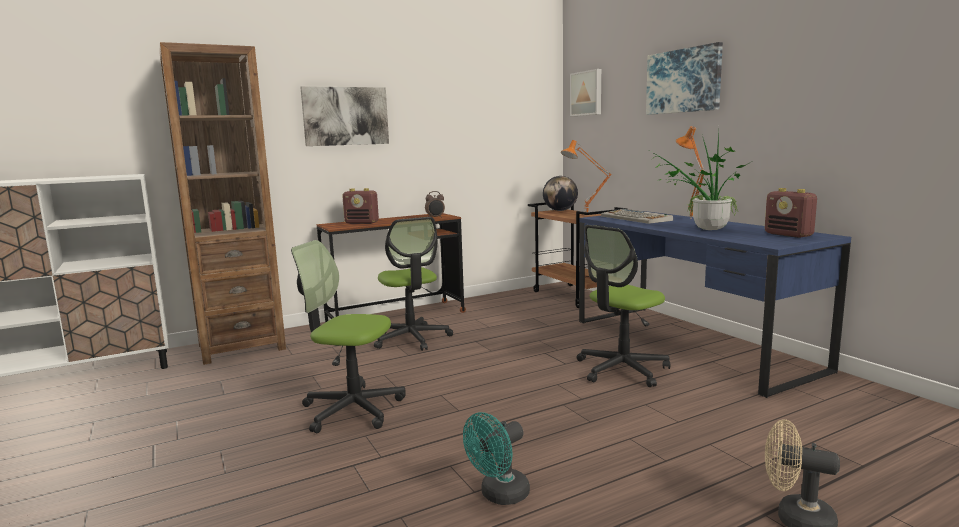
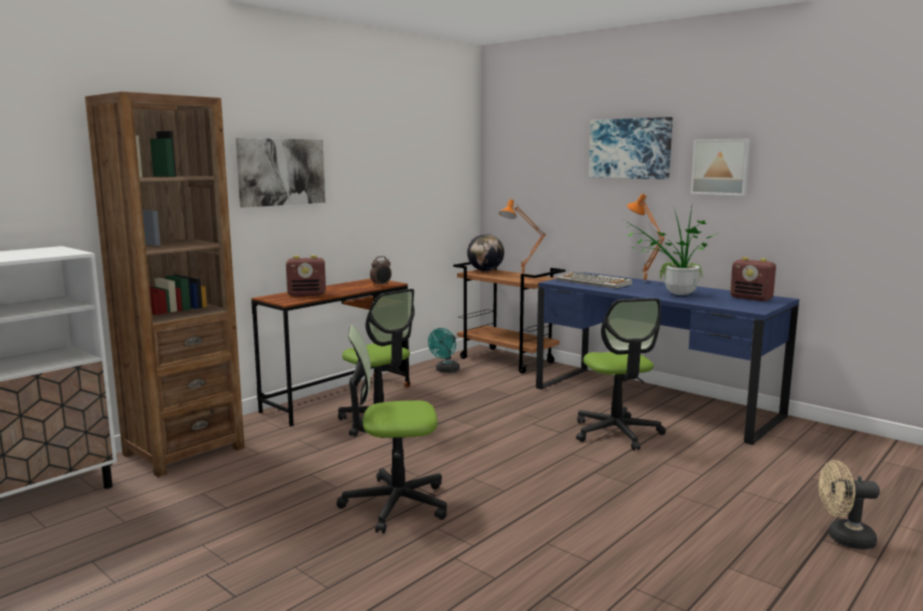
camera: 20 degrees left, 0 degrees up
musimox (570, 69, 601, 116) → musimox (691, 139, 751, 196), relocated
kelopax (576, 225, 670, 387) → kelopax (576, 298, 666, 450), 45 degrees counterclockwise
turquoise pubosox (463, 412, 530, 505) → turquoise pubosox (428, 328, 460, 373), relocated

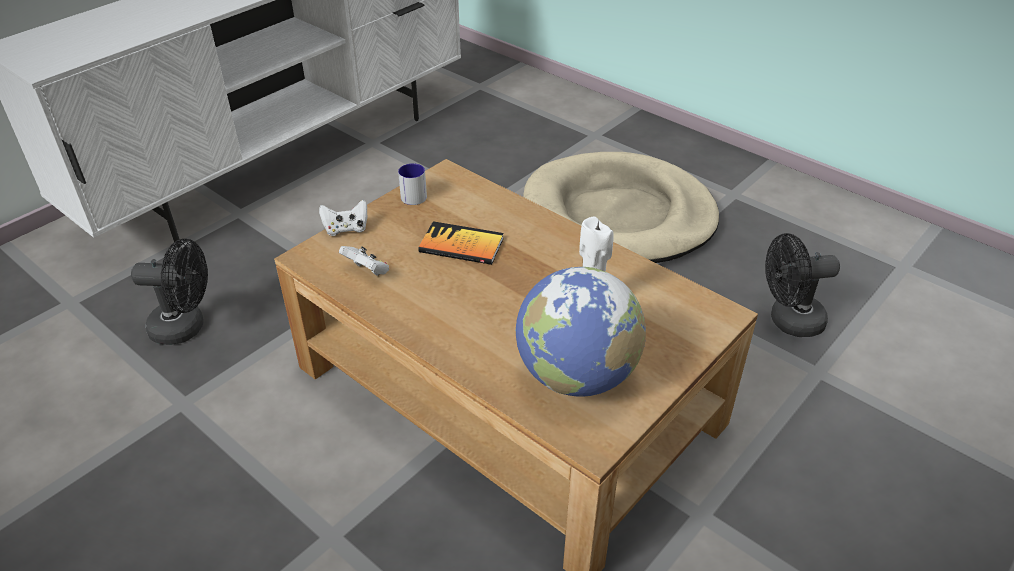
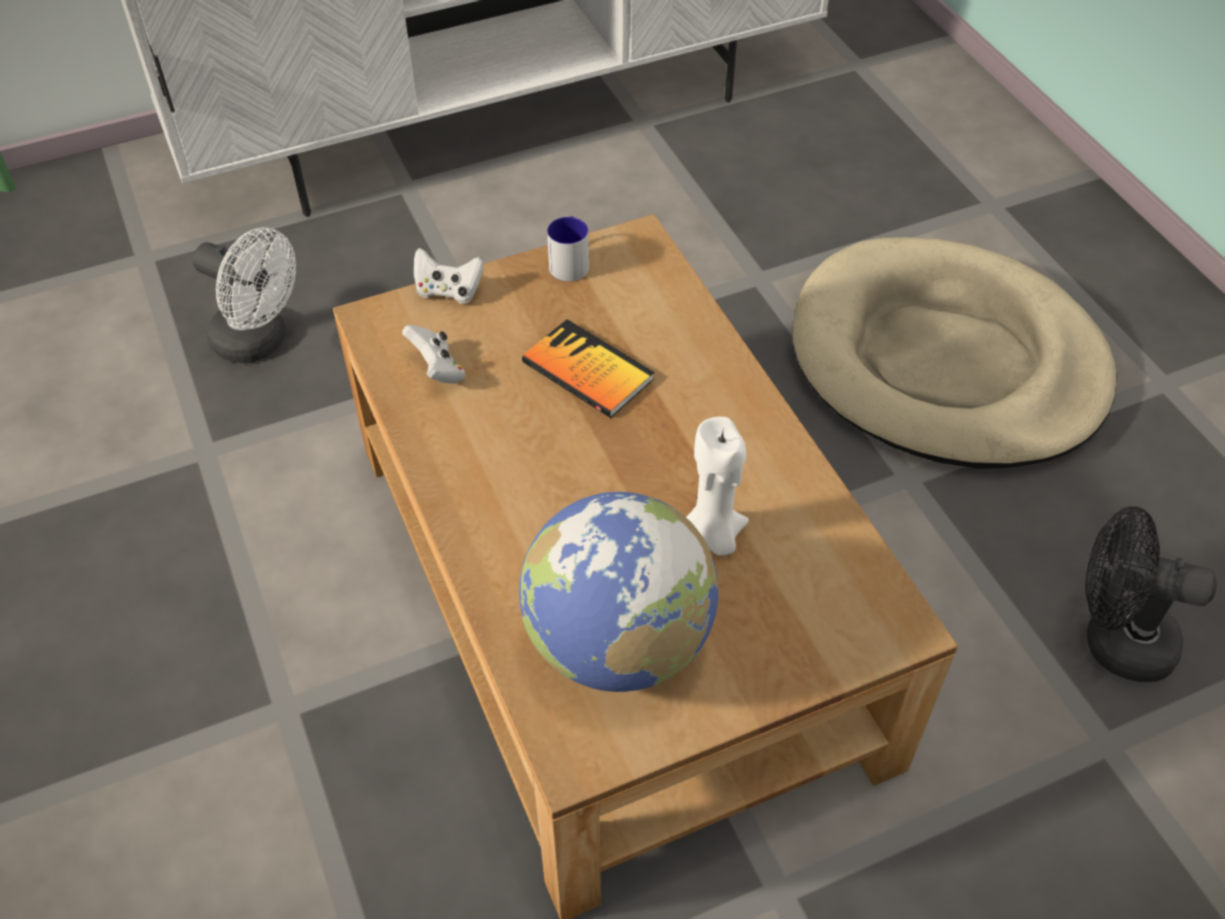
camera: 25 degrees right, 10 degrees up
black pubosox (131, 239, 208, 345) → white pubosox (193, 227, 296, 364)

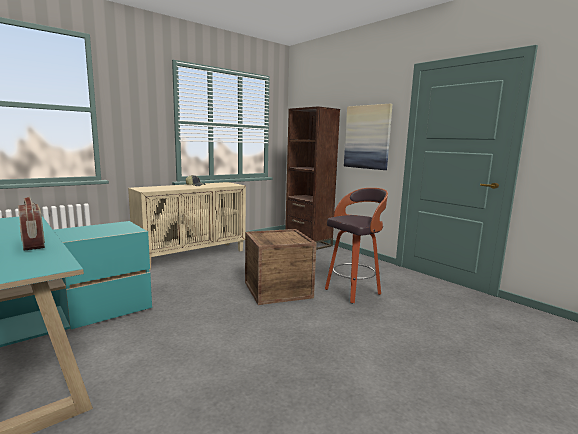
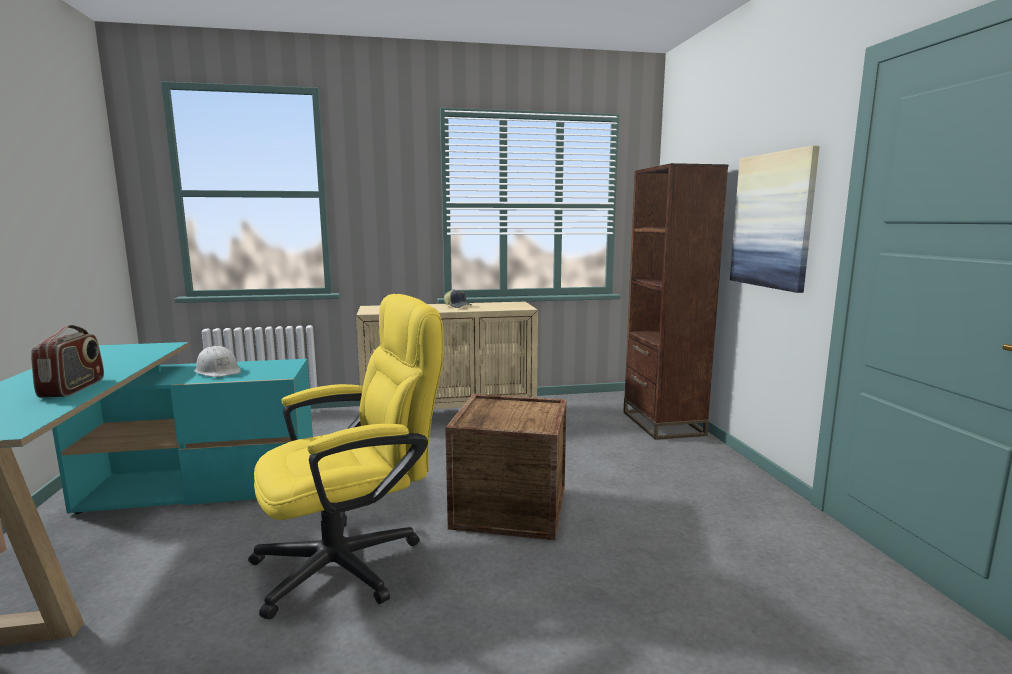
camera: 30 degrees right, 0 degrees up
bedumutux (325, 188, 388, 304) → -
- → yellow kelopax (248, 294, 443, 619)
- → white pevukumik (194, 346, 241, 377)

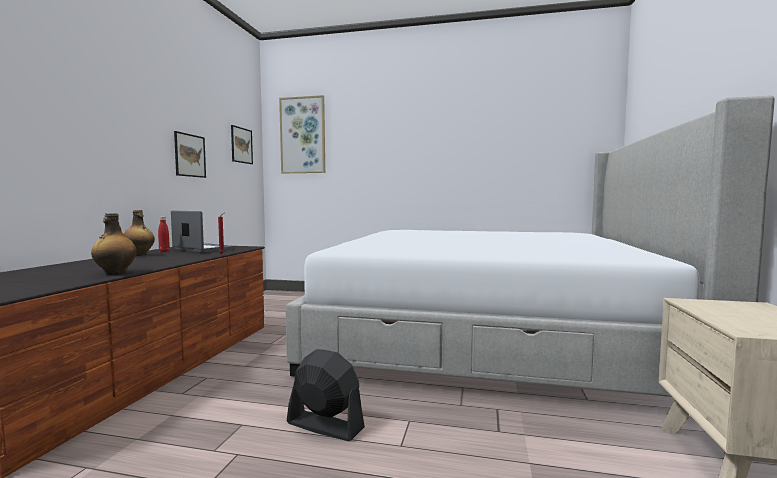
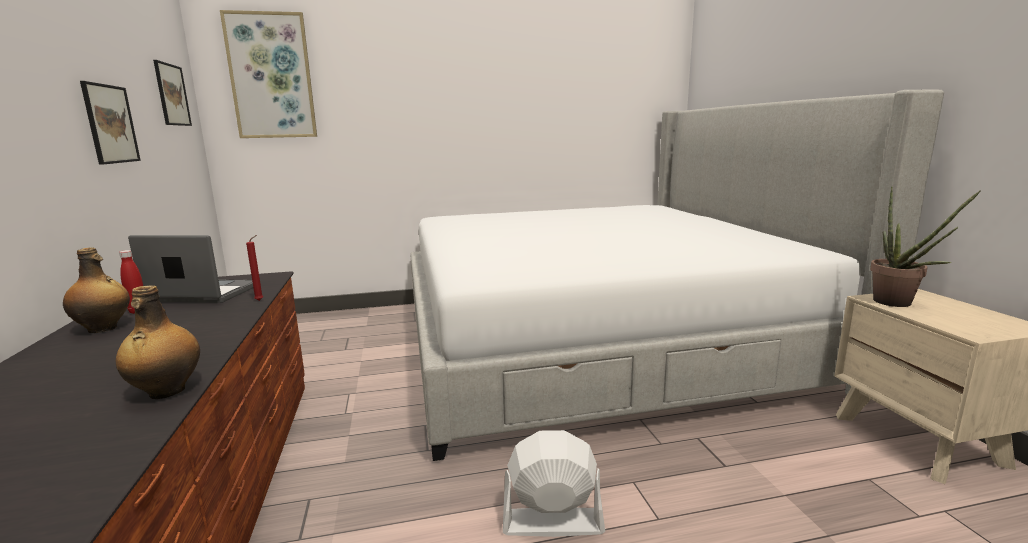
camera: 25 degrees left, 10 degrees up
black pubosox (287, 349, 365, 441) → white pubosox (503, 430, 605, 537)
- → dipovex (870, 187, 980, 307)

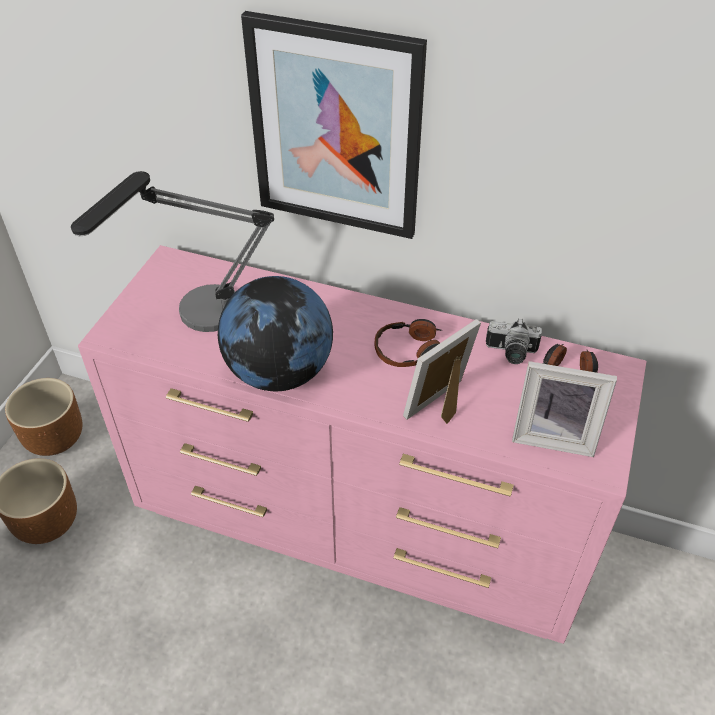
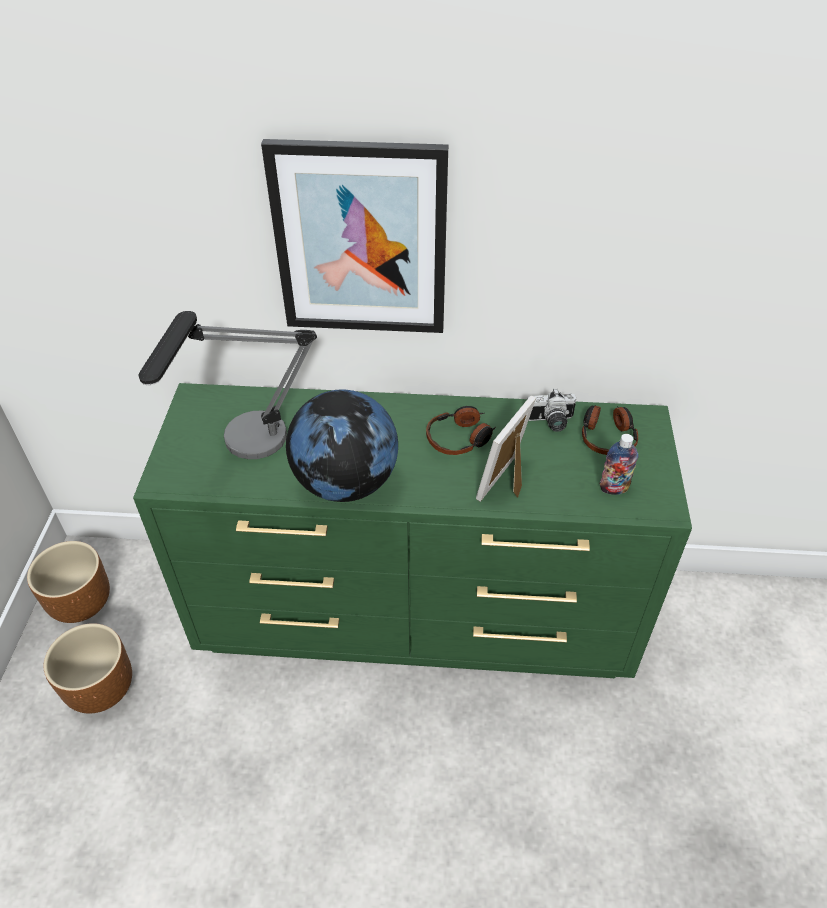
camera: 15 degrees left, 0 degrees up
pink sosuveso (78, 245, 646, 644) → green sosuveso (133, 383, 692, 678)
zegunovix (512, 361, 617, 457) → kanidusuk (600, 434, 639, 495)

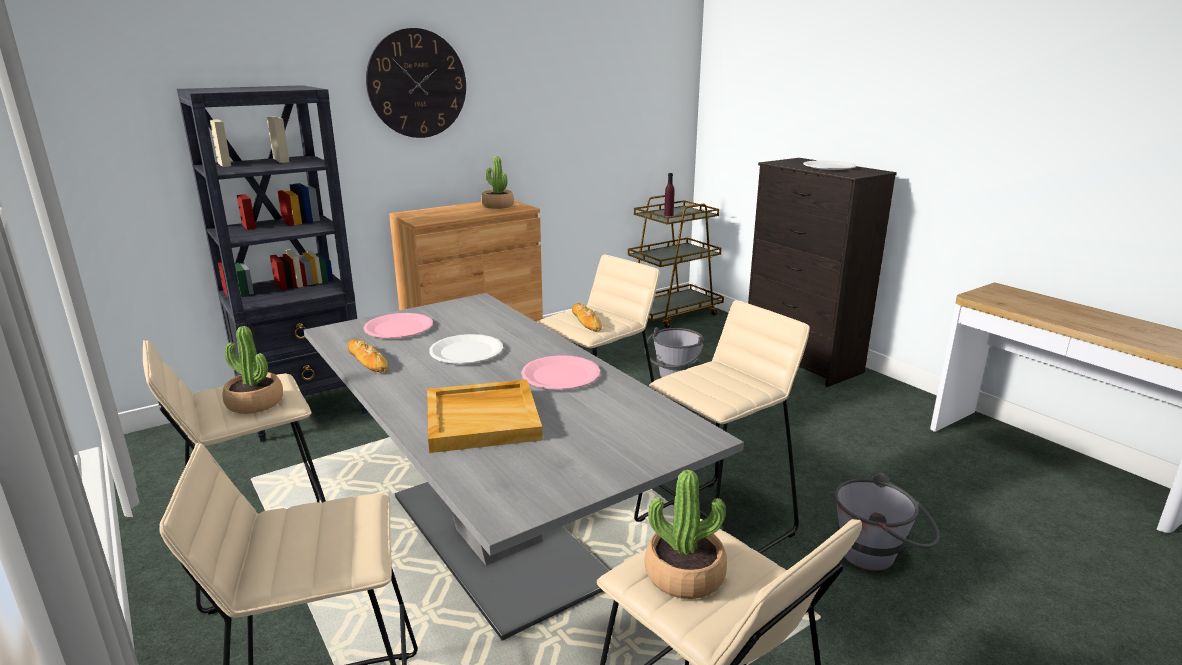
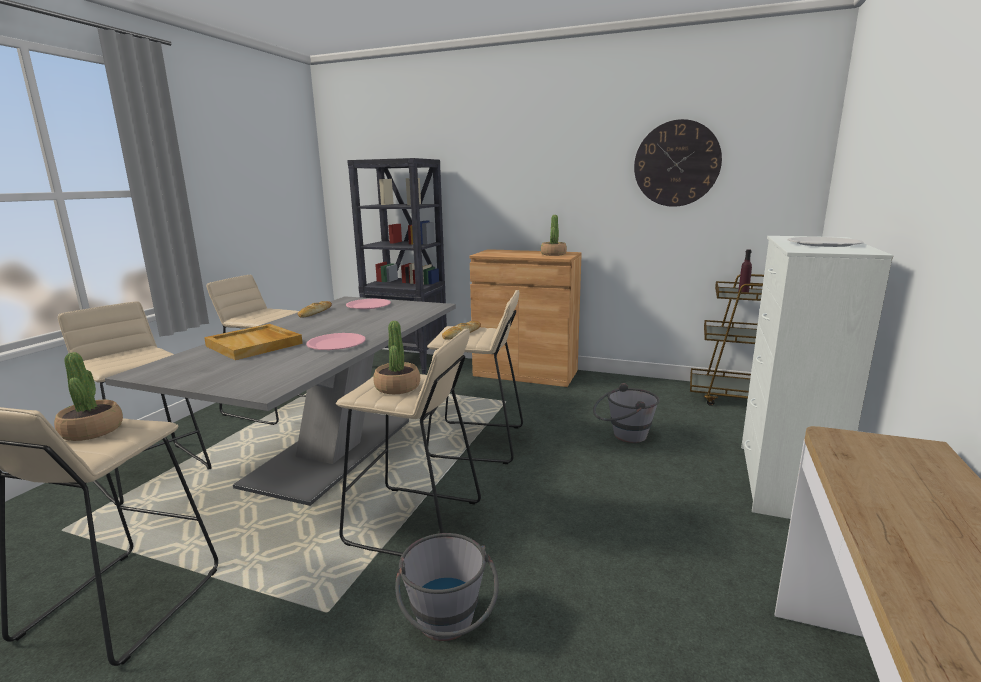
camera: 55 degrees right, 5 degrees down
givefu (366, 28, 466, 138) → givefu (634, 119, 722, 207), relocated
black sosuveso (748, 158, 897, 387) → white sosuveso (741, 236, 893, 519)
dipovex (222, 326, 283, 414) → dipovex (373, 321, 420, 394), relocated
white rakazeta (429, 334, 503, 364) → -

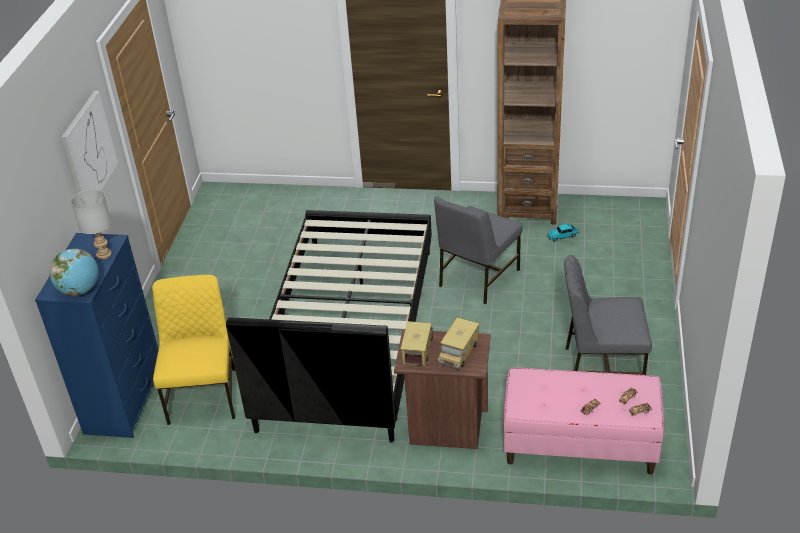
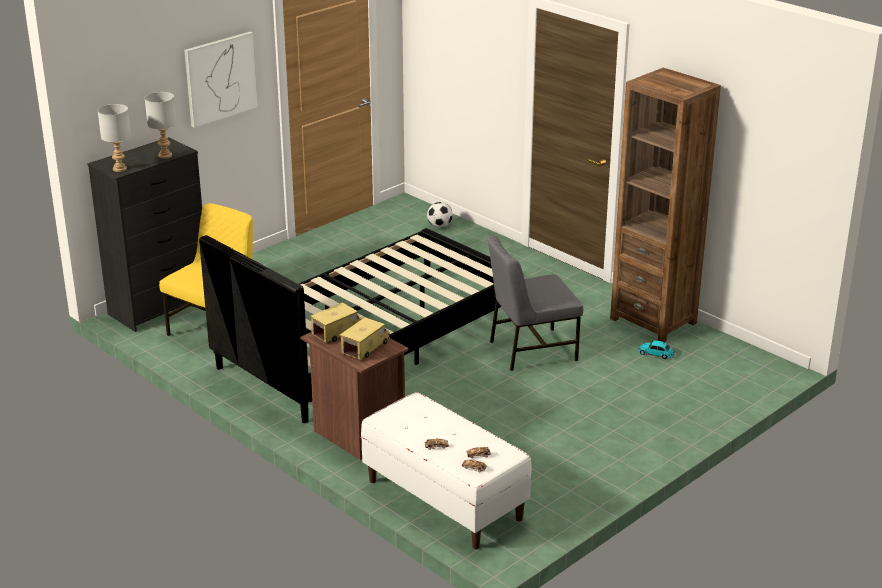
camera: 35 degrees right, 10 degrees down
blue sosuveso (35, 233, 159, 438) → black sosuveso (87, 137, 202, 332)
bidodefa (49, 249, 99, 296) → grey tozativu (98, 104, 131, 172)
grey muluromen (564, 255, 652, 375) → -
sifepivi (438, 317, 480, 370) → sifepivi (340, 317, 390, 360), 150 degrees clockwise
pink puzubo (503, 368, 664, 475) → white puzubo (361, 392, 532, 549)
- → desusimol (427, 202, 453, 228)

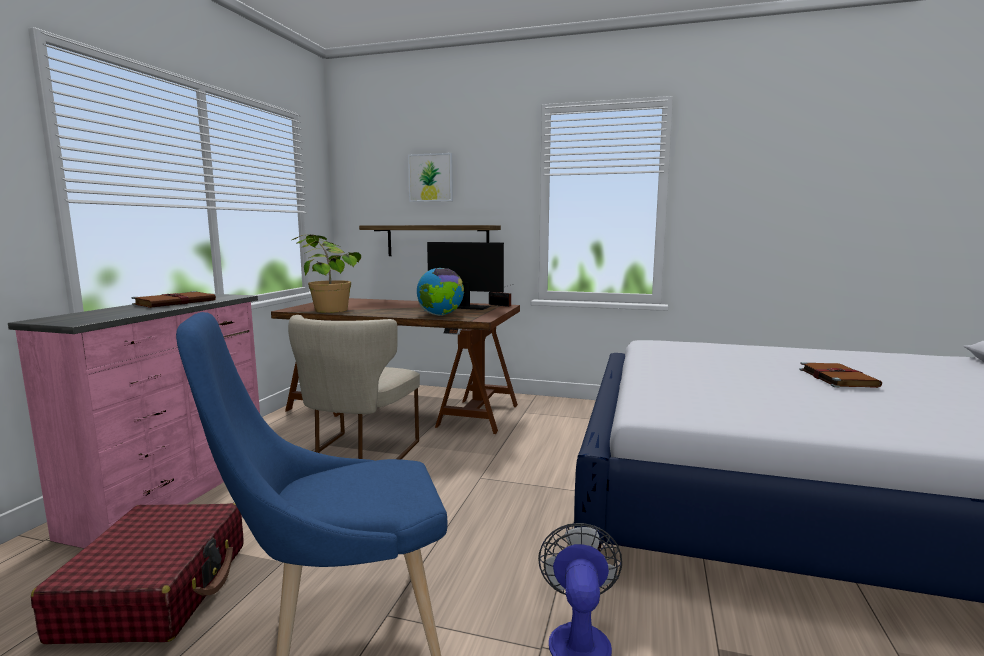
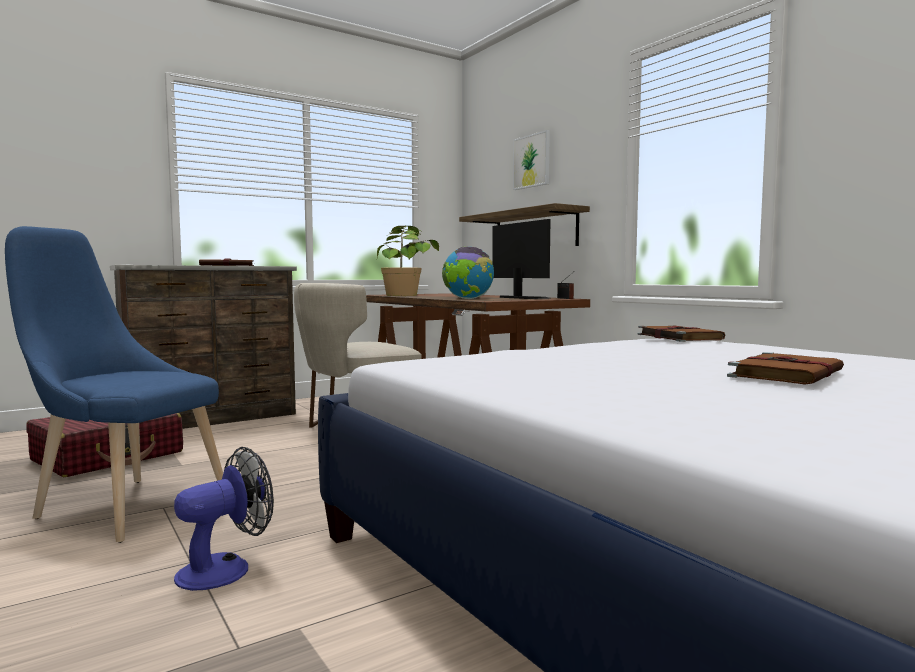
camera: 40 degrees right, 5 degrees down
pink sosuveso (8, 294, 260, 548) → brown sosuveso (110, 265, 297, 429)
- → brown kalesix (637, 326, 725, 342)

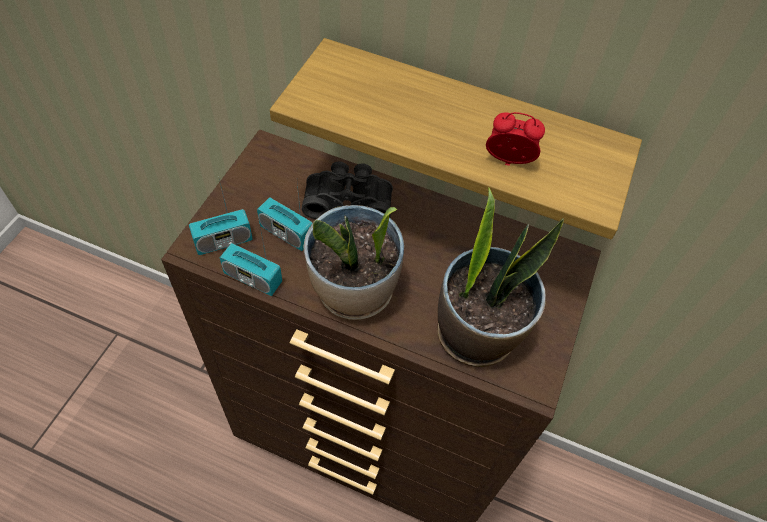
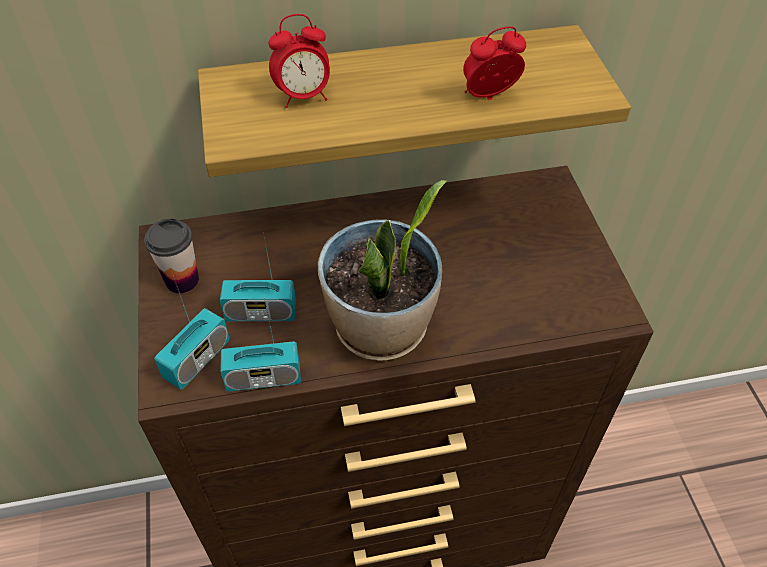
camera: 30 degrees left, 5 degrees down
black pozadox (302, 161, 393, 219) → -
dipovex (437, 188, 564, 367) → -
- → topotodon (268, 14, 330, 108)
- → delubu (144, 219, 199, 293)

